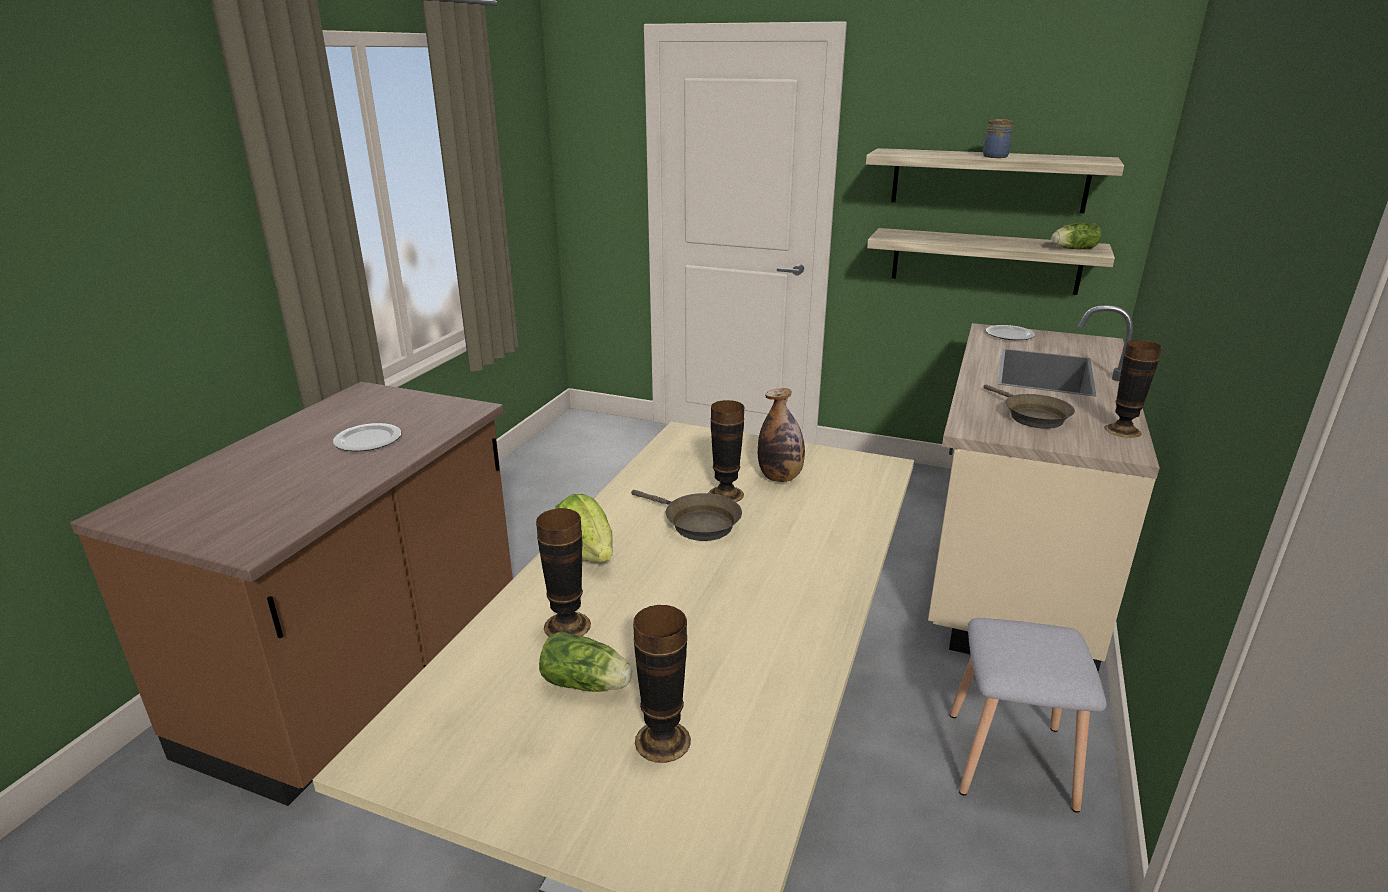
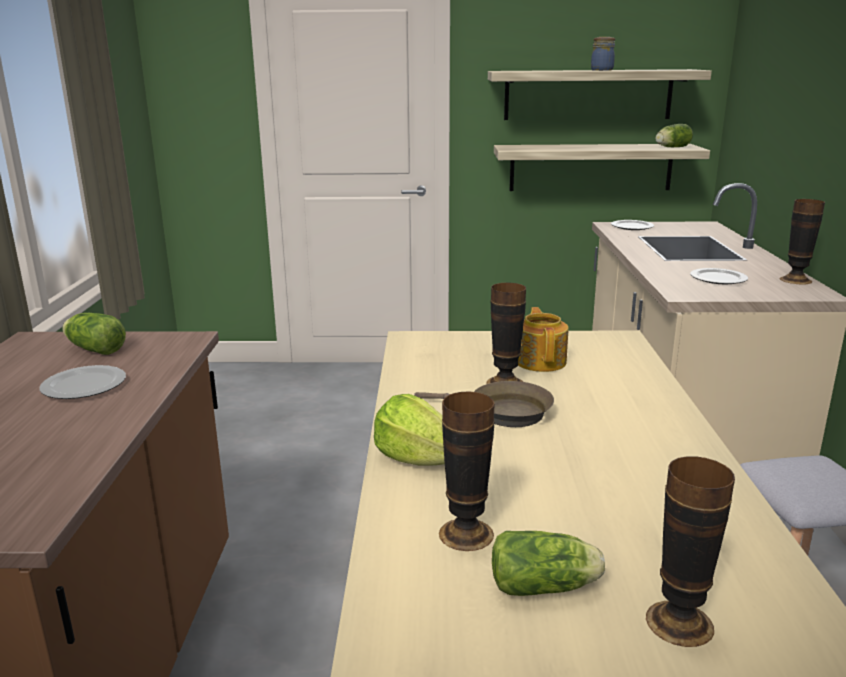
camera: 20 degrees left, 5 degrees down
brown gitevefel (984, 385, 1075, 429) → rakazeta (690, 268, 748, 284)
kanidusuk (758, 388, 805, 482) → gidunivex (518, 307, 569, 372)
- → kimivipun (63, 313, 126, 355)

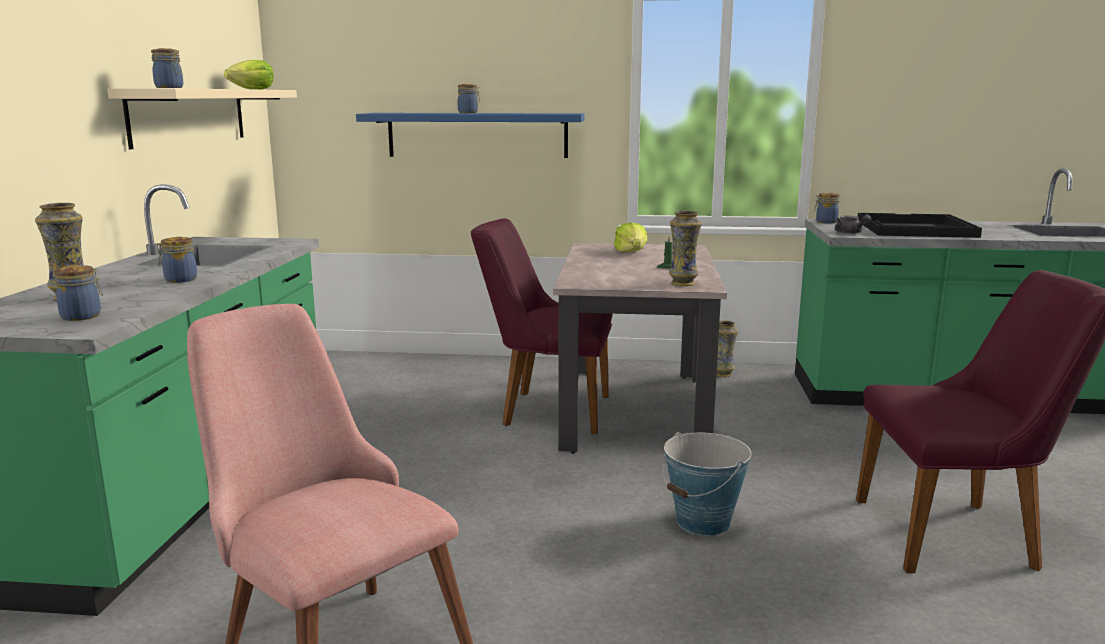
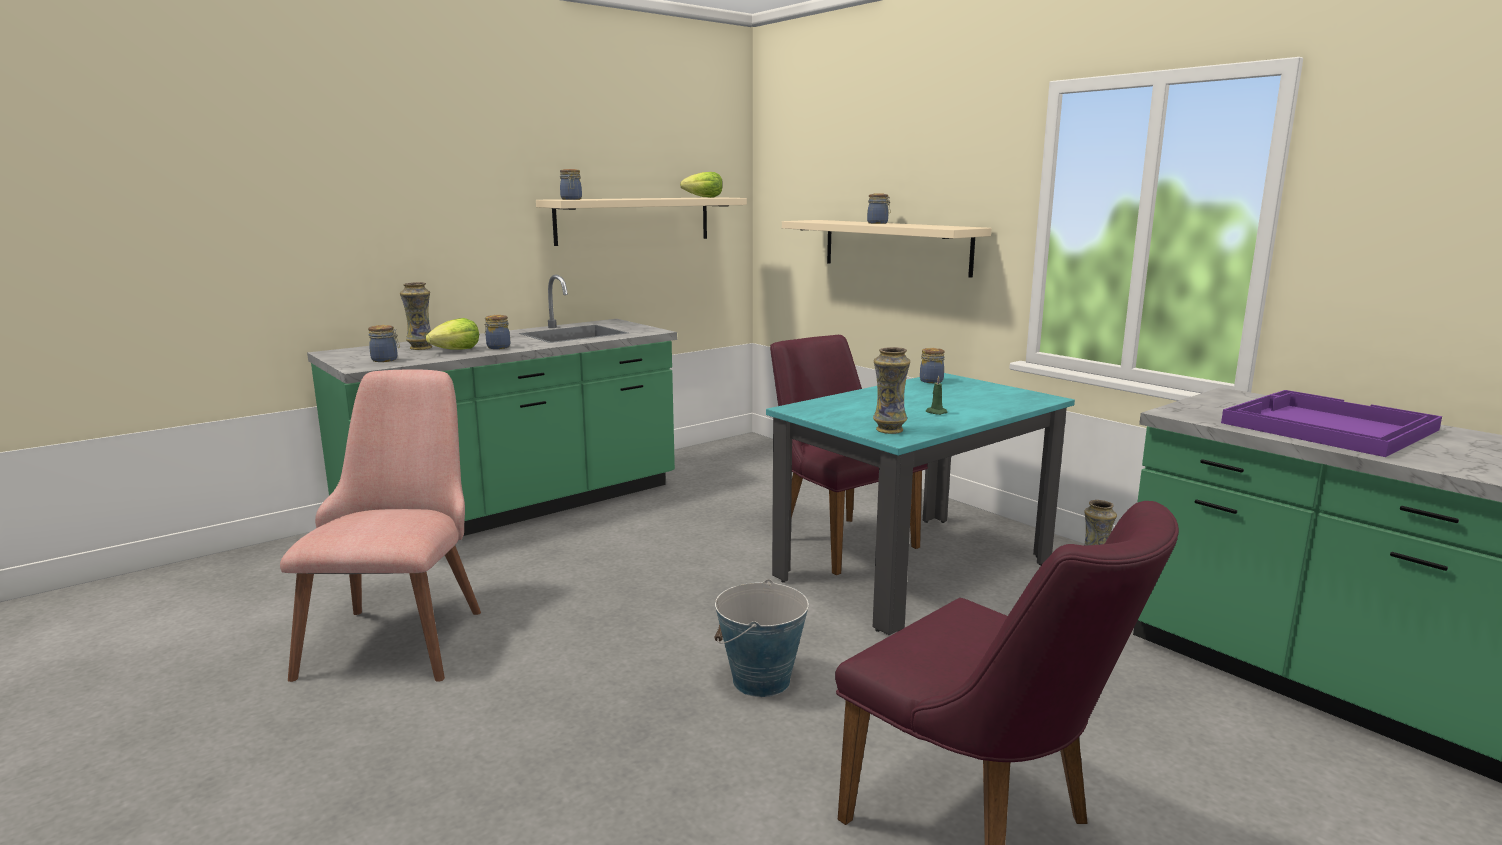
camera: 45 degrees right, 0 degrees up
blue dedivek (356, 113, 585, 158) → beige dedivek (782, 220, 992, 278)
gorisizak (814, 192, 839, 224) → gorisizak (920, 348, 944, 383), relocated
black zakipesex (858, 213, 982, 238) → purple zakipesex (1221, 390, 1442, 457)
grey gidunivex (835, 215, 871, 234) → -
kimivipun (614, 222, 648, 252) → kimivipun (426, 318, 479, 350), relocated
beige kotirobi (553, 243, 727, 454) → turquoise kotirobi (766, 373, 1075, 635)

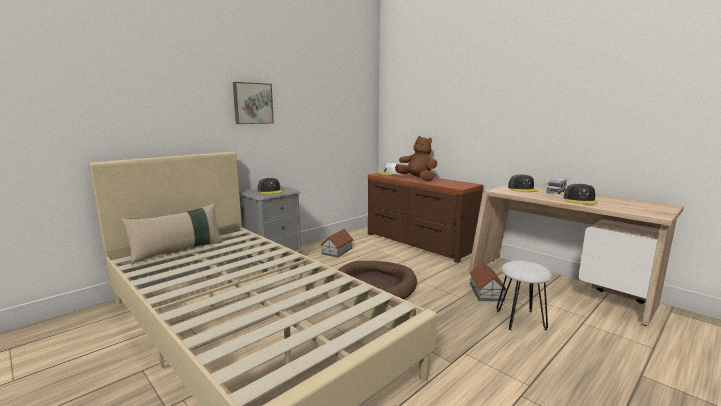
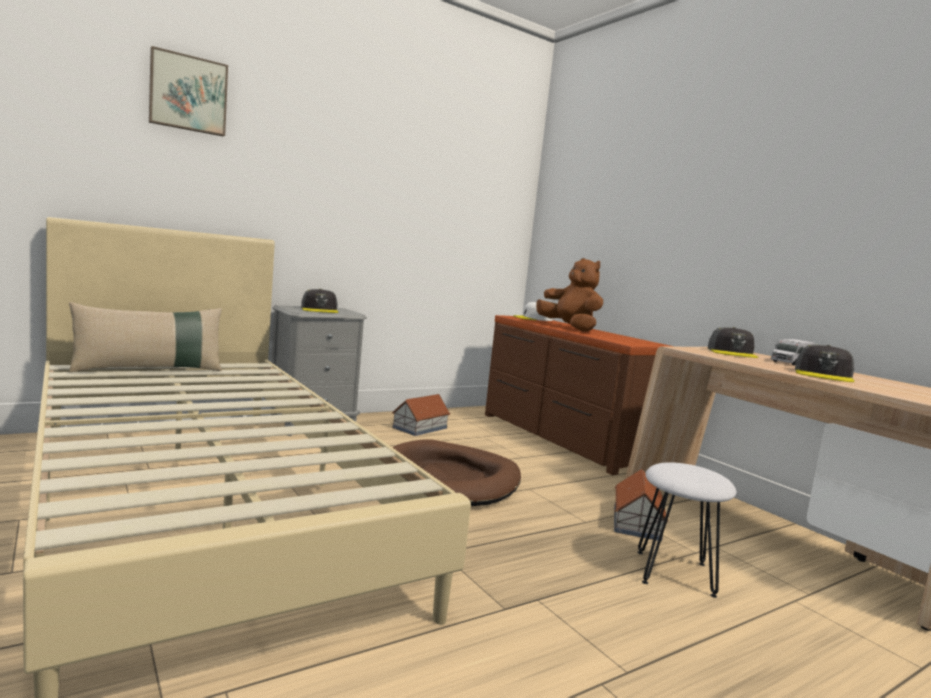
camera: 10 degrees right, 5 degrees down
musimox (233, 82, 274, 124) → musimox (149, 46, 228, 137), relocated

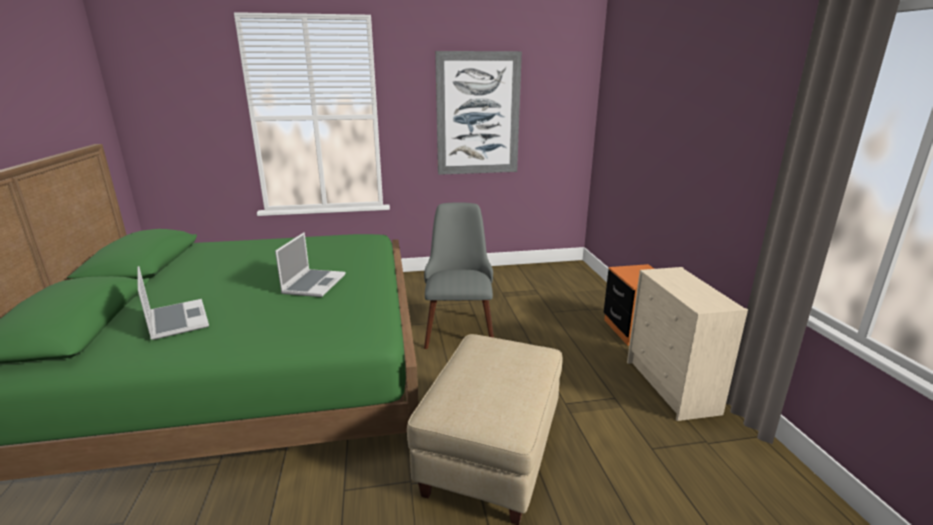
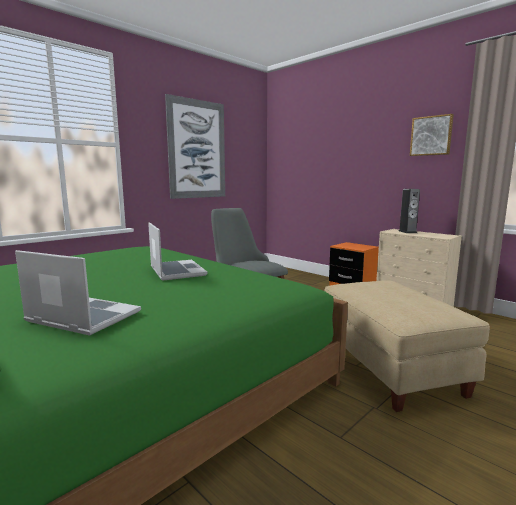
camera: 35 degrees left, 10 degrees down
- → musimox (410, 114, 454, 156)
- → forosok (399, 189, 420, 233)

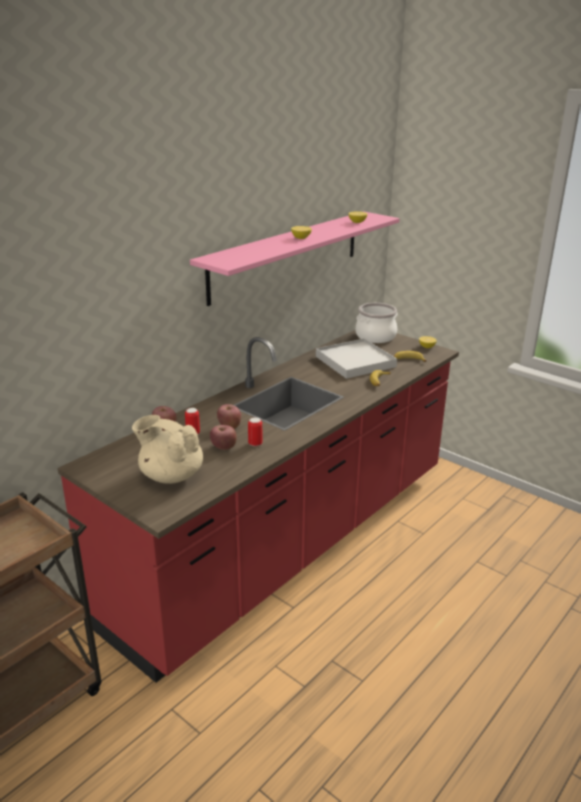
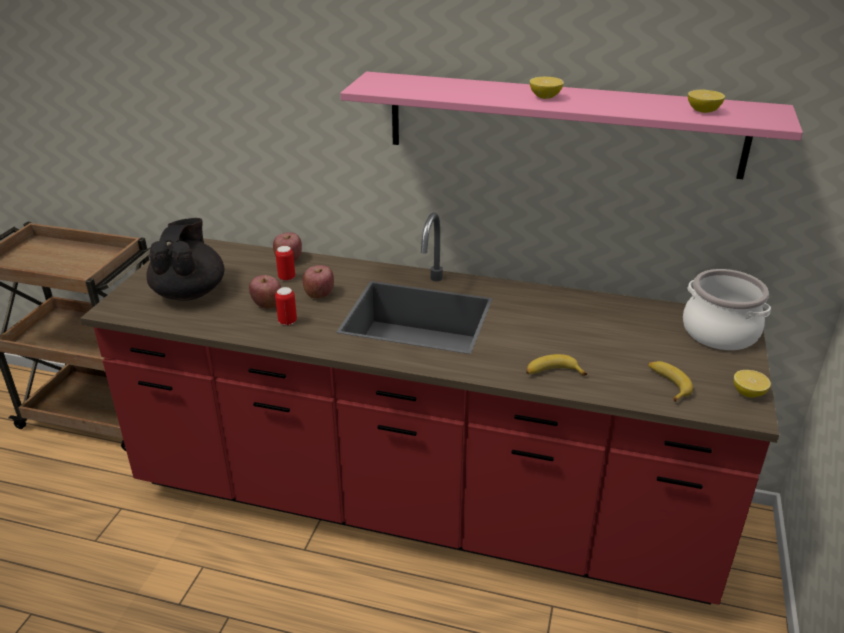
camera: 65 degrees right, 5 degrees up
white zakipesex (316, 339, 397, 379) → -
beige gidunivex (132, 415, 203, 484) → black gidunivex (147, 218, 224, 301)

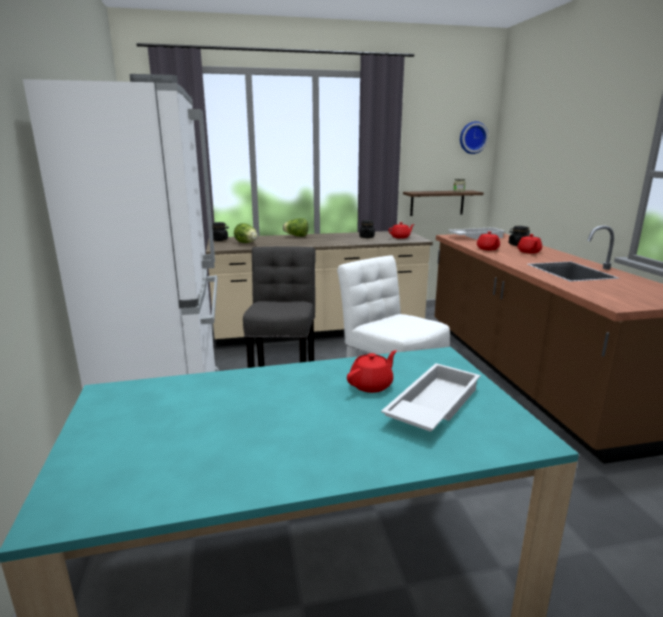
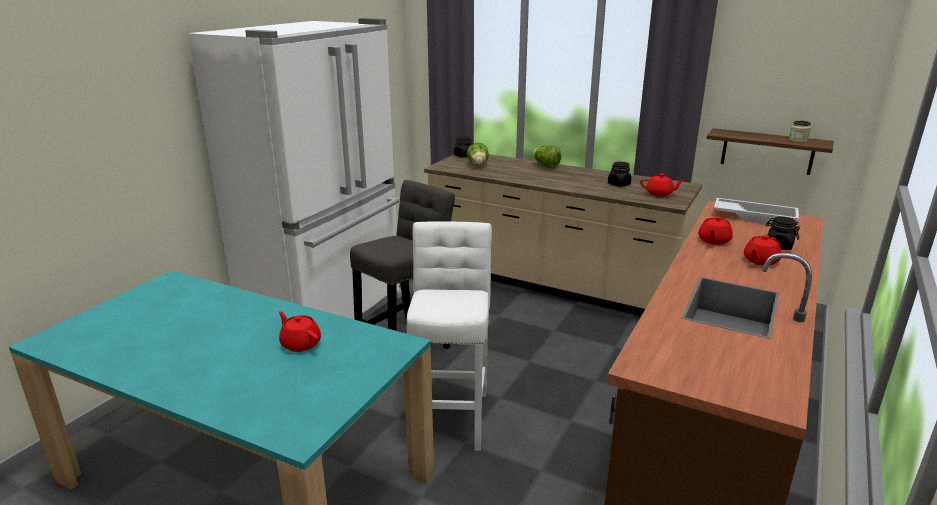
camera: 40 degrees right, 5 degrees up
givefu (460, 121, 489, 154) → -
red gidunivex (347, 350, 397, 393) → red gidunivex (279, 311, 321, 352), 135 degrees counterclockwise
white zakipesex (381, 363, 481, 432) → -

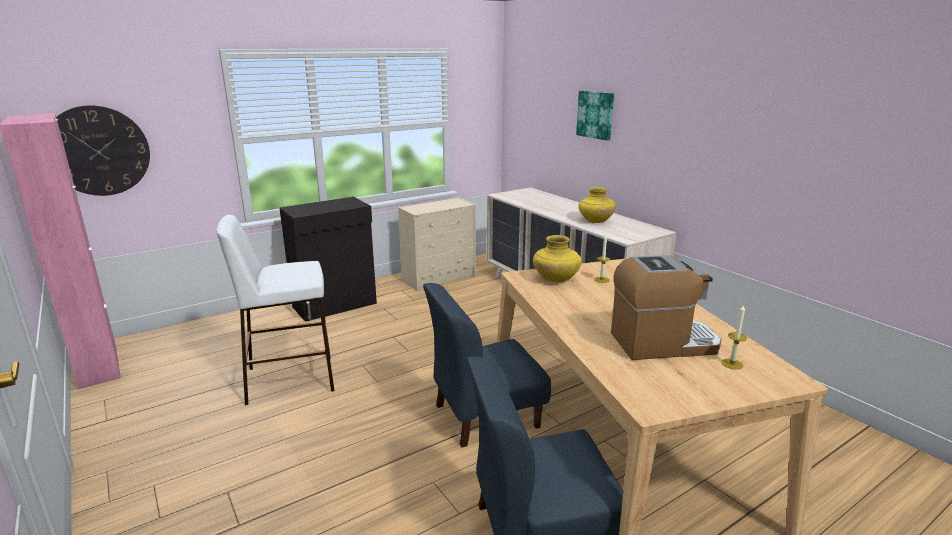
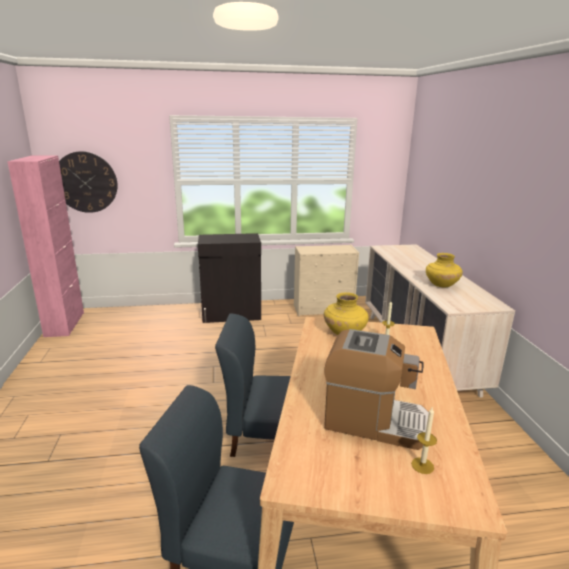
camera: 25 degrees right, 0 degrees up
musimox (576, 91, 614, 140) → -
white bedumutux (216, 215, 334, 405) → -

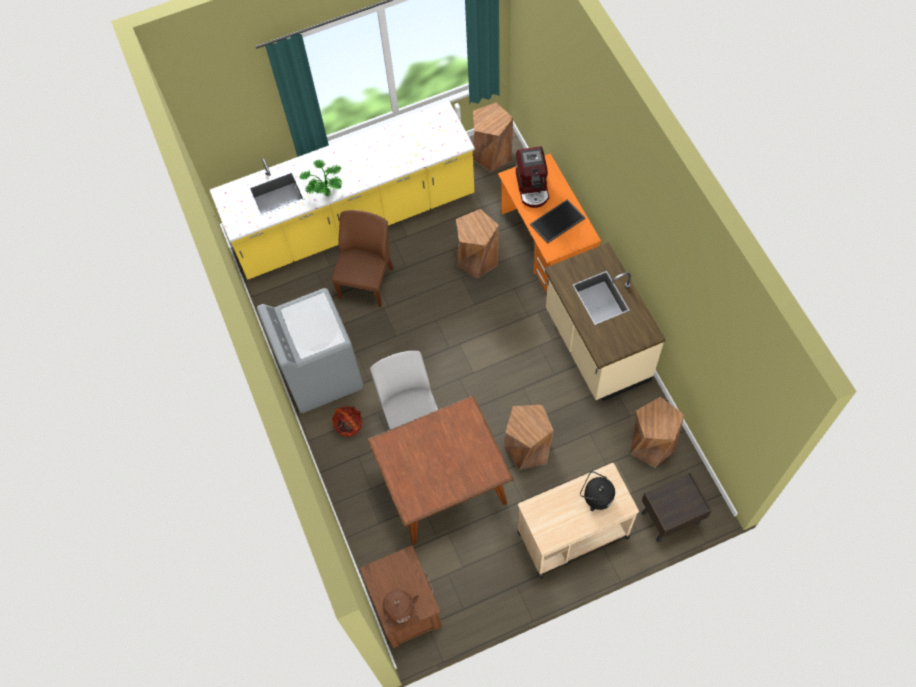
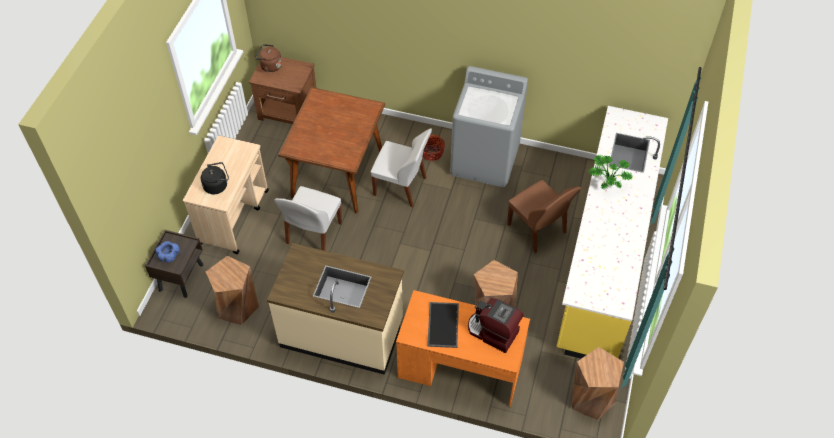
camera: 125 degrees right, 10 degrees down
brown bedumutux (504, 405, 554, 470) → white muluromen (274, 186, 342, 251)
- → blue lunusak (155, 241, 180, 263)

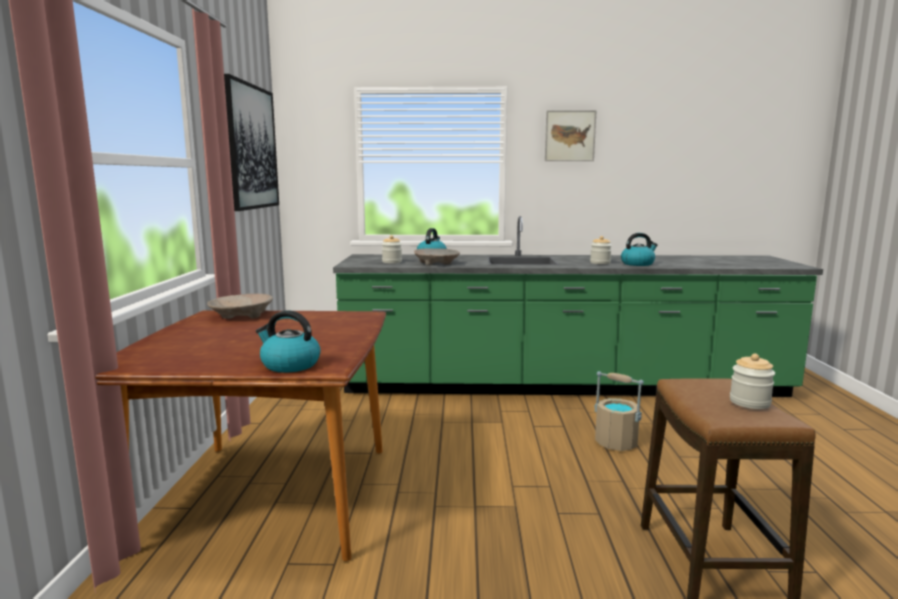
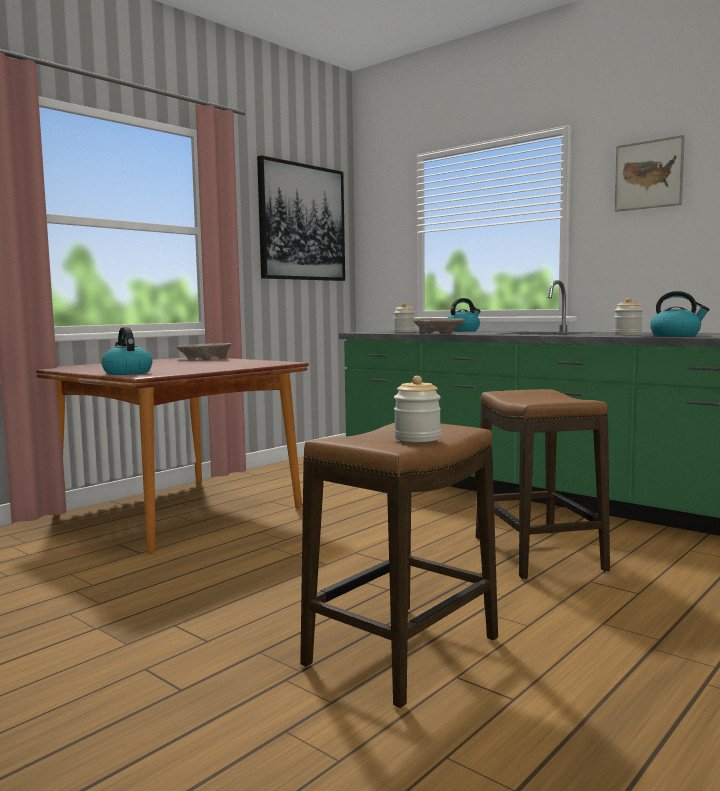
camera: 40 degrees right, 5 degrees down
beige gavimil (594, 371, 644, 451) → bedumutux (476, 389, 610, 579)

